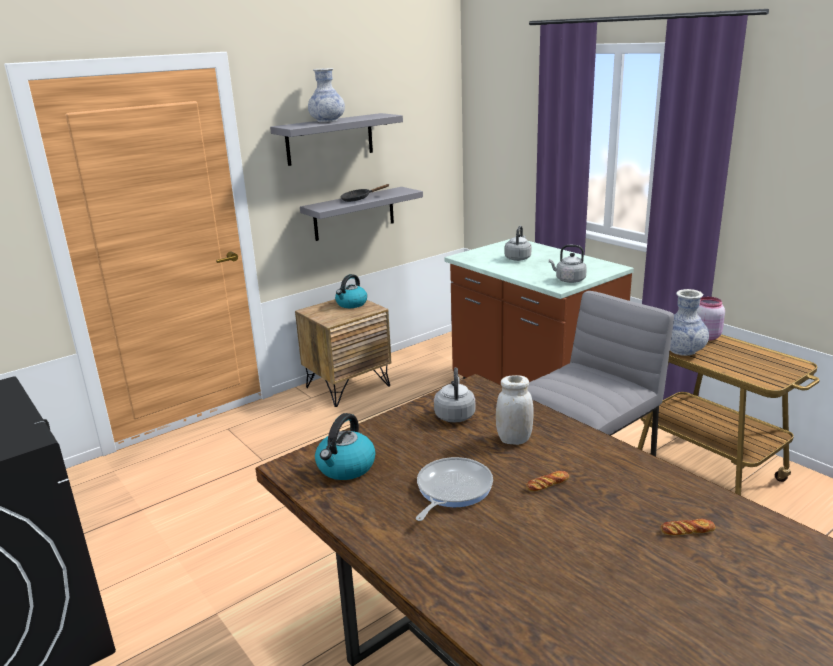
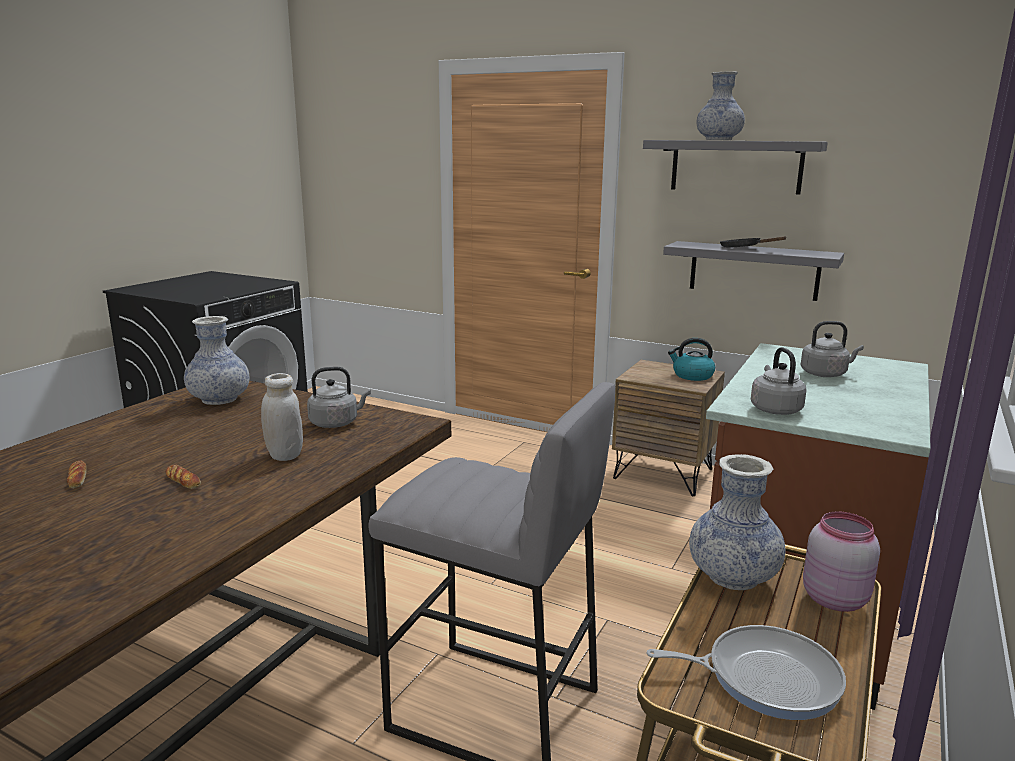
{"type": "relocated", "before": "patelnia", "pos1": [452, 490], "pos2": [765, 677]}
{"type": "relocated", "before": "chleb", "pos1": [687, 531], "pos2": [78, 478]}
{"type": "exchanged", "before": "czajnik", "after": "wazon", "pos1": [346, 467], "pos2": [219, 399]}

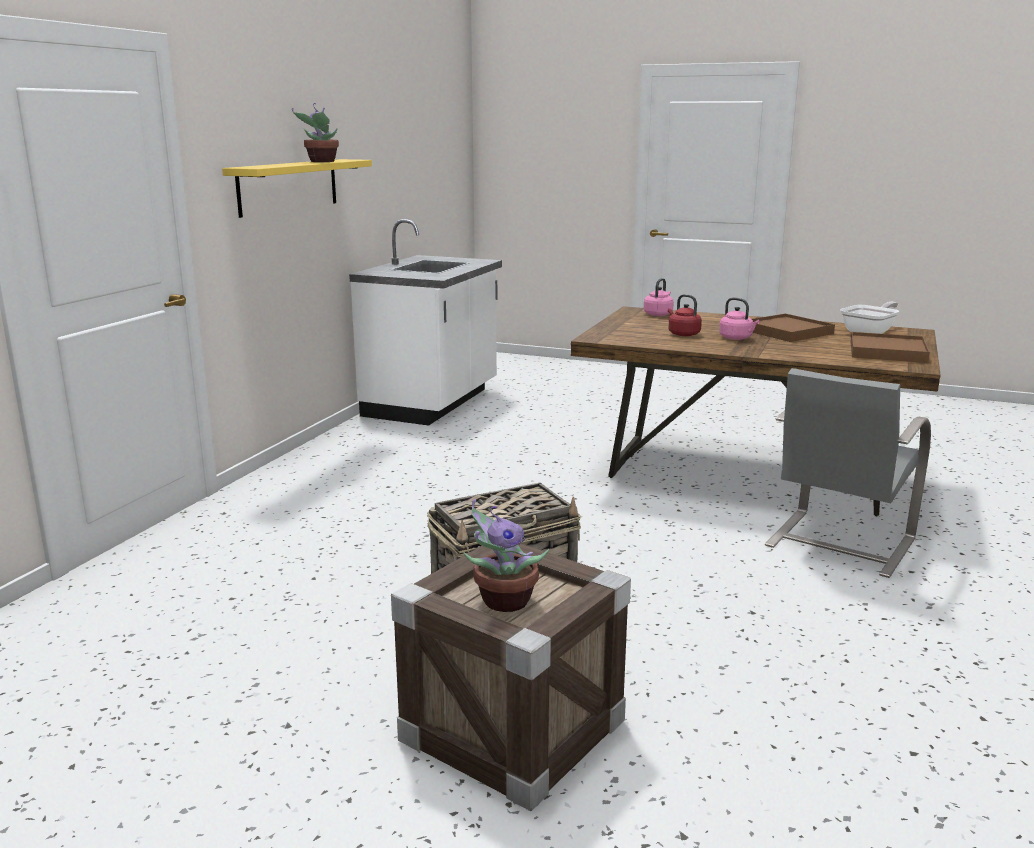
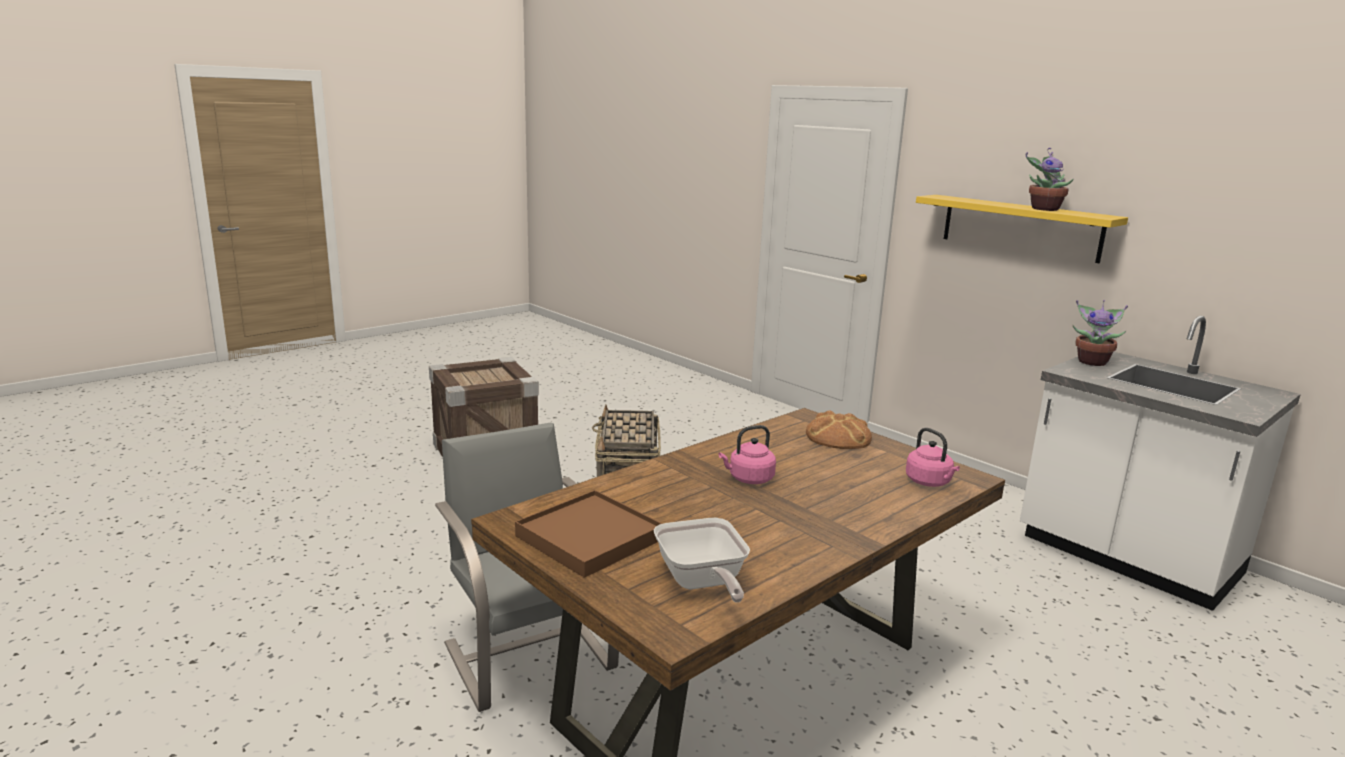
{"type": "missing", "before": "czajnik/czerwony", "pos1": [682, 334]}
{"type": "missing", "before": "taca/brązowy", "pos1": [787, 332]}
{"type": "appeared", "after": "chleb", "pos2": [838, 436]}
{"type": "relocated", "before": "roślina doniczkowa", "pos1": [502, 601], "pos2": [1092, 362]}

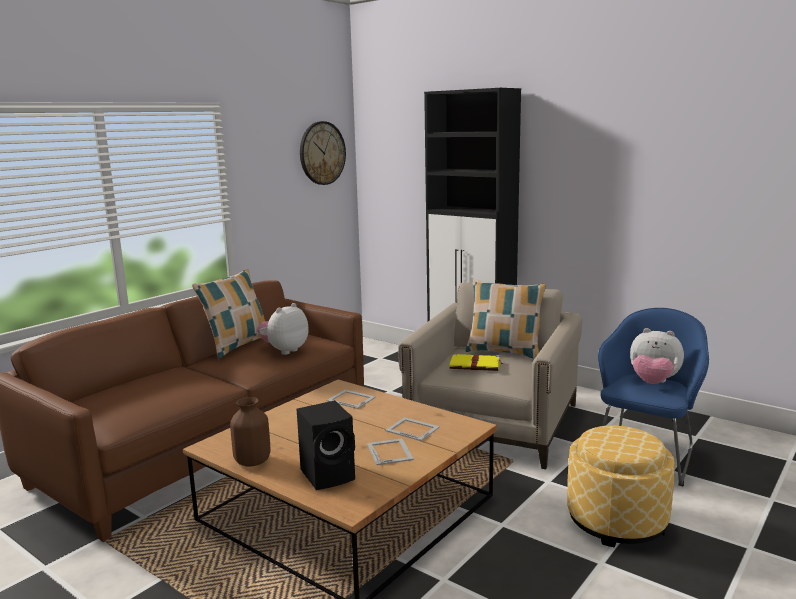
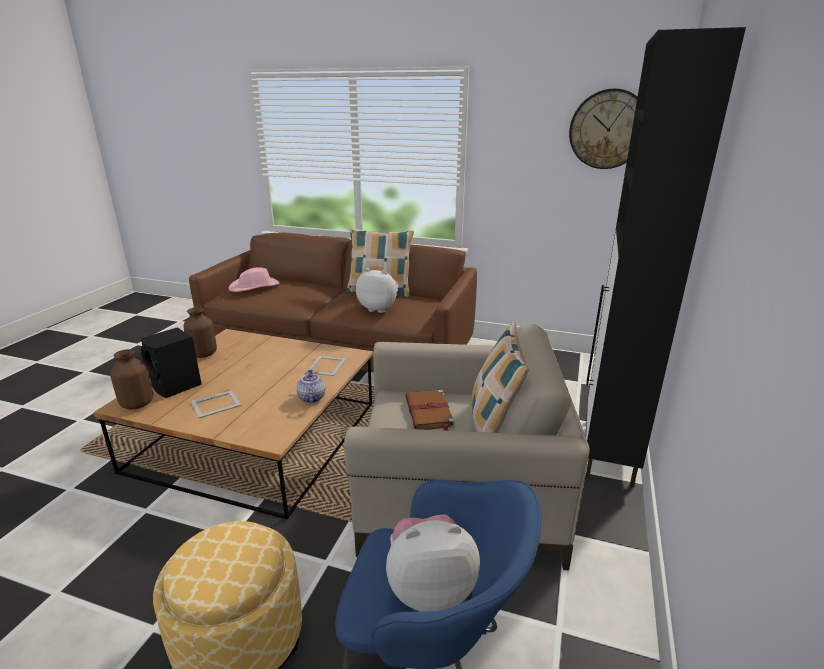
{"type": "missing", "before": "ramka na zdjęcie", "pos1": [412, 429]}
{"type": "appeared", "after": "wazon/brązowy", "pos2": [138, 404]}
{"type": "appeared", "after": "kapelusz/różowy", "pos2": [255, 286]}
{"type": "appeared", "after": "imbryk", "pos2": [311, 398]}
{"type": "colour", "before": "książka/żółty", "after": "książka/brązowy", "pos1": [476, 365], "pos2": [429, 412]}
{"type": "spun", "before": "pluszak", "pos1": [653, 382], "pos2": [430, 588], "turn": 75}

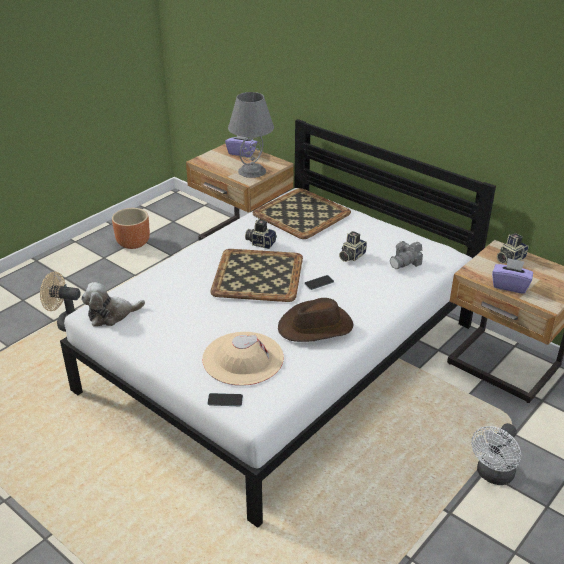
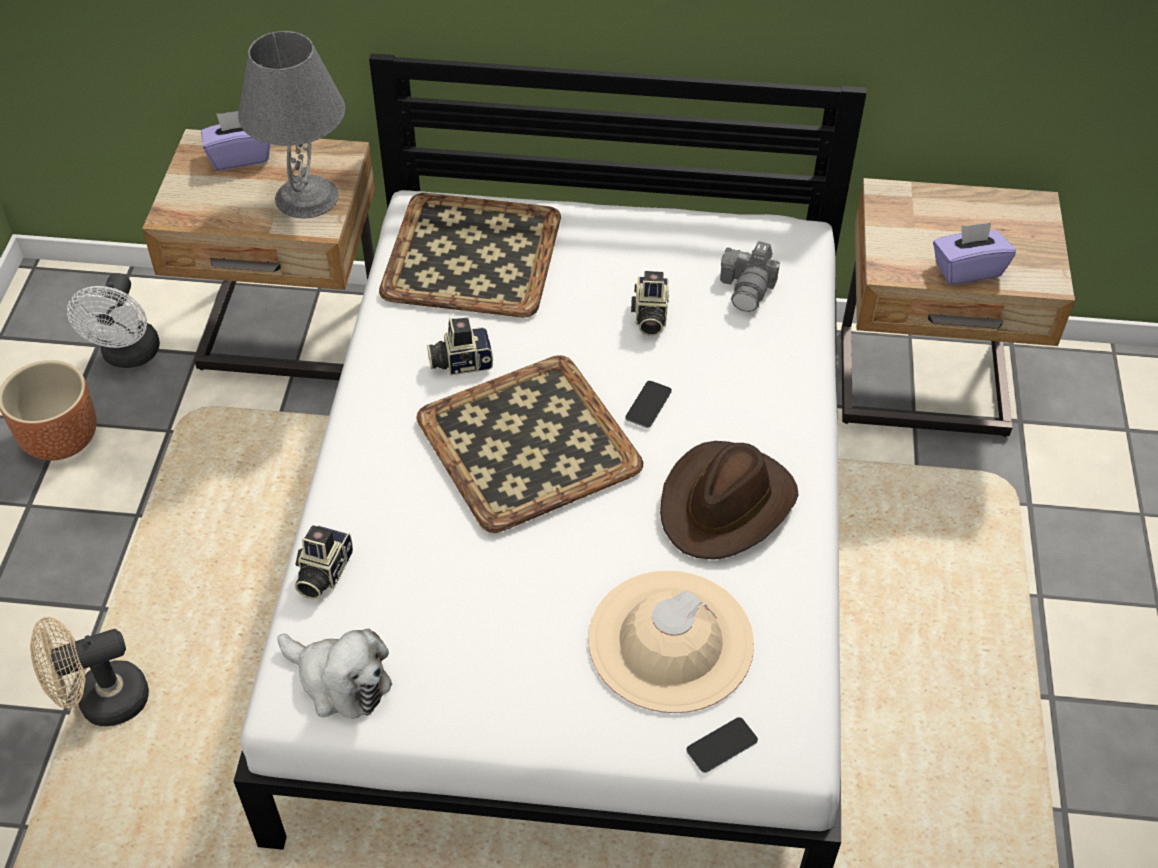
{"type": "relocated", "before": "wentylator/biały", "pos1": [493, 475], "pos2": [129, 356]}
{"type": "relocated", "before": "aparat fotograficzny", "pos1": [509, 259], "pos2": [322, 572]}
{"type": "spun", "before": "pluszak", "pos1": [111, 315], "pos2": [340, 681], "turn": -90}

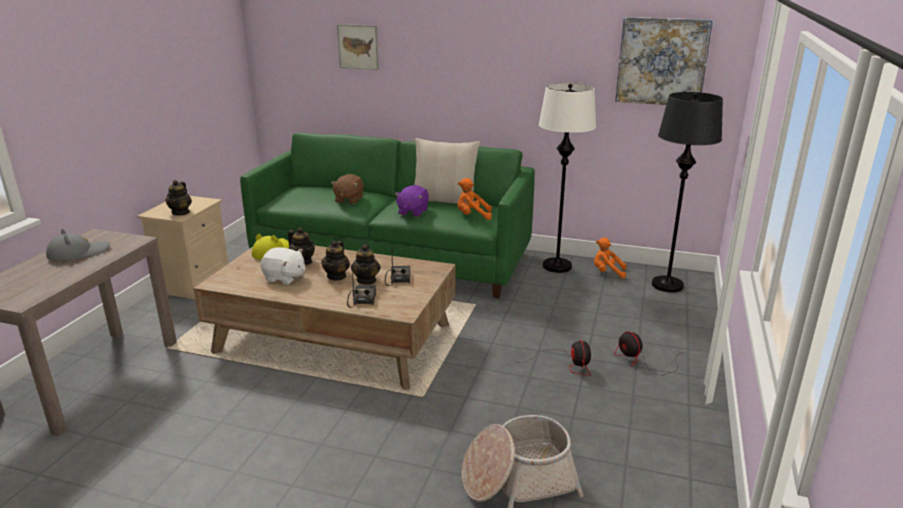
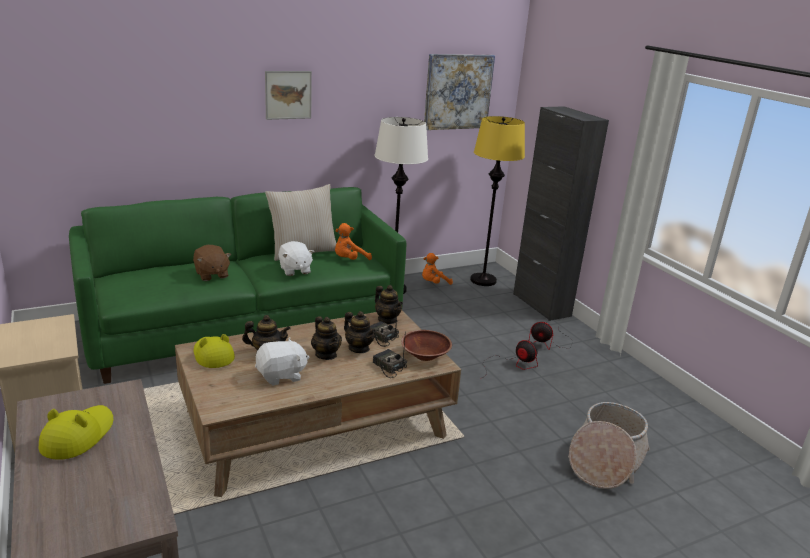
{"type": "appeared", "after": "miska/brązowy", "pos2": [425, 355]}
{"type": "appeared", "after": "szafka/czarny", "pos2": [541, 305]}
{"type": "relocated", "before": "imbryk", "pos1": [181, 212], "pos2": [387, 320]}
{"type": "relocated", "before": "obraz", "pos1": [358, 47], "pos2": [288, 95]}
{"type": "colour", "before": "kapelusz/szary", "after": "kapelusz/żółty", "pos1": [78, 253], "pos2": [77, 436]}
{"type": "colour", "before": "pluszak/fioletowy", "after": "pluszak/biały", "pos1": [412, 212], "pos2": [295, 270]}
{"type": "colour", "before": "lampa stojąca/czarny", "after": "lampa stojąca/żółty", "pos1": [667, 285], "pos2": [483, 280]}

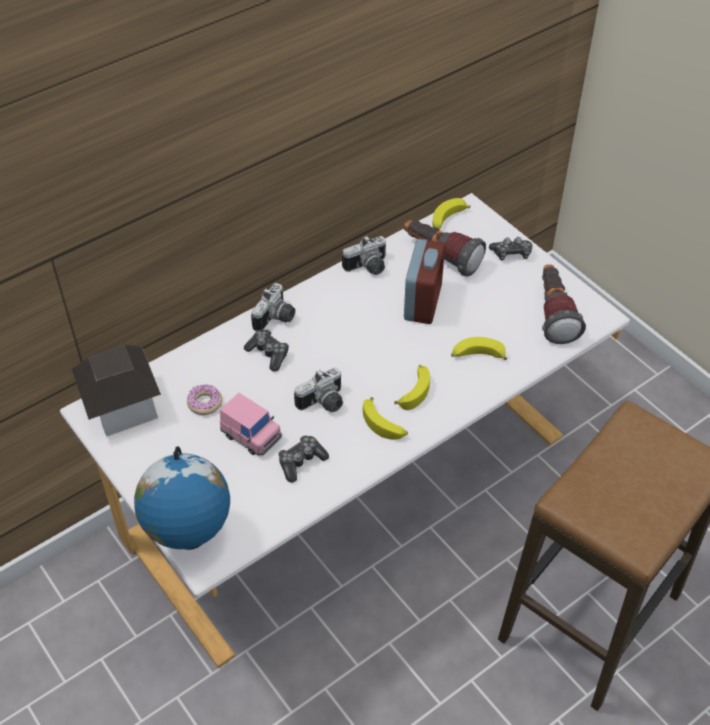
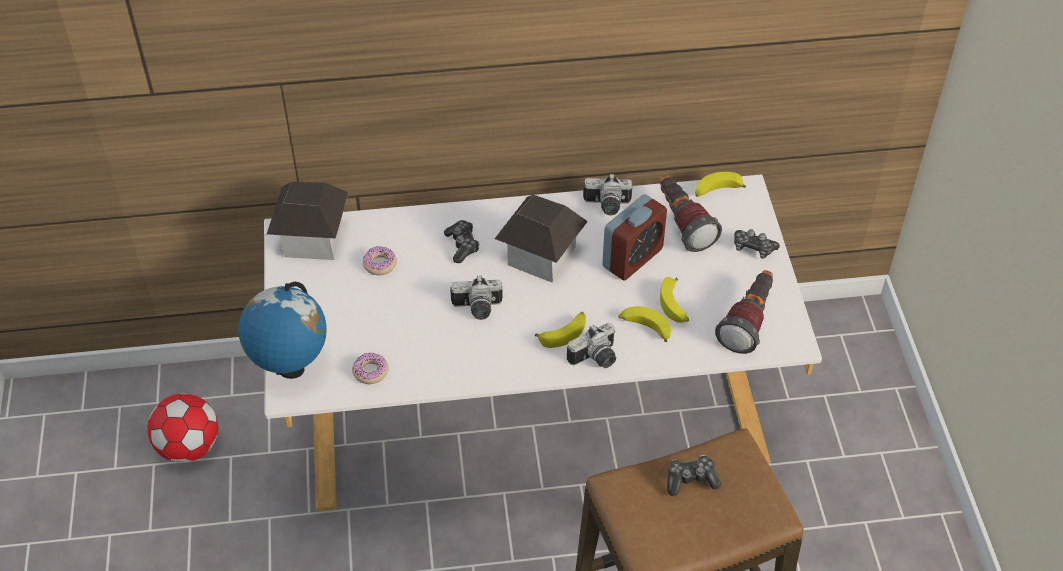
{"type": "missing", "before": "samochodzik/różowy", "pos1": [251, 435]}
{"type": "appeared", "after": "piłka futbolowa", "pos2": [189, 447]}
{"type": "appeared", "after": "donut", "pos2": [370, 371]}
{"type": "appeared", "after": "domek", "pos2": [541, 255]}
{"type": "relocated", "before": "aparat fotograficzny", "pos1": [276, 319], "pos2": [596, 359]}
{"type": "relocated", "before": "pad do gier", "pos1": [301, 462], "pos2": [691, 480]}
{"type": "relocated", "before": "banan", "pos1": [384, 424], "pos2": [674, 305]}

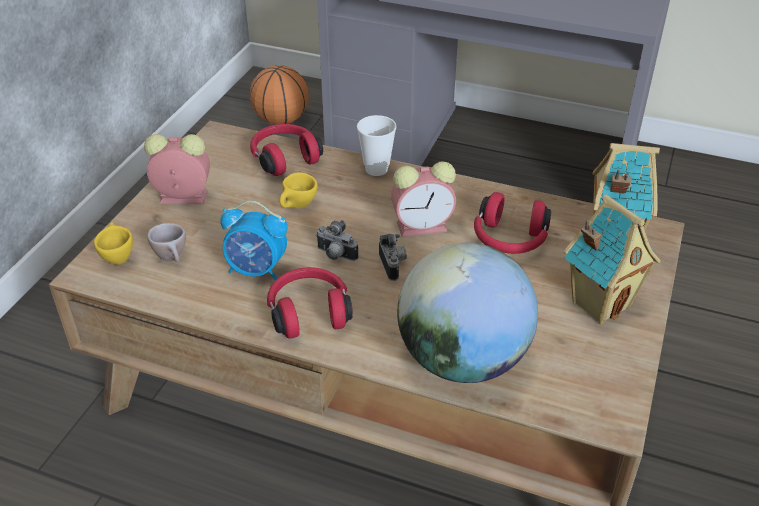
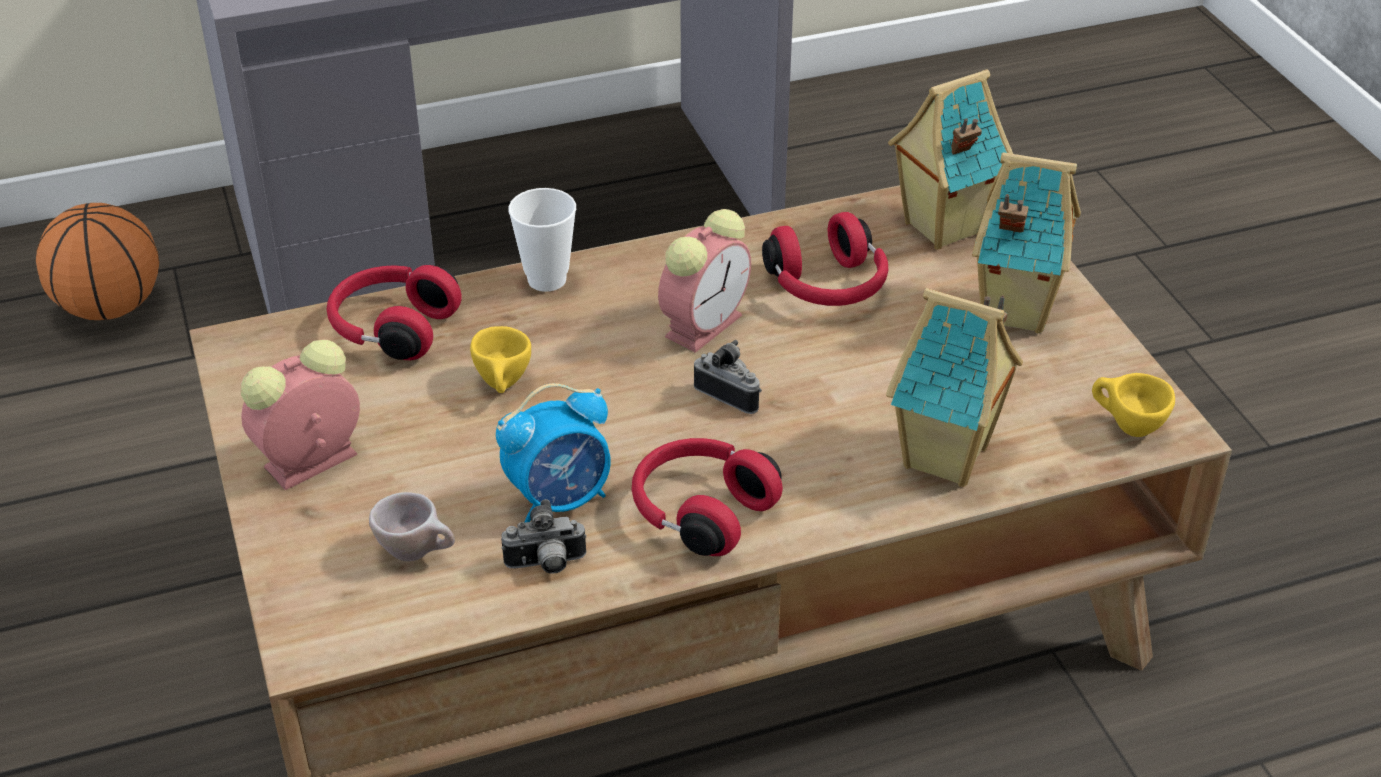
{"type": "relocated", "before": "filiżanka/żółty", "pos1": [117, 257], "pos2": [1125, 427]}
{"type": "relocated", "before": "aparat fotograficzny", "pos1": [335, 256], "pos2": [546, 565]}
{"type": "exchanged", "before": "globus", "after": "domek", "pos1": [462, 360], "pos2": [947, 459]}

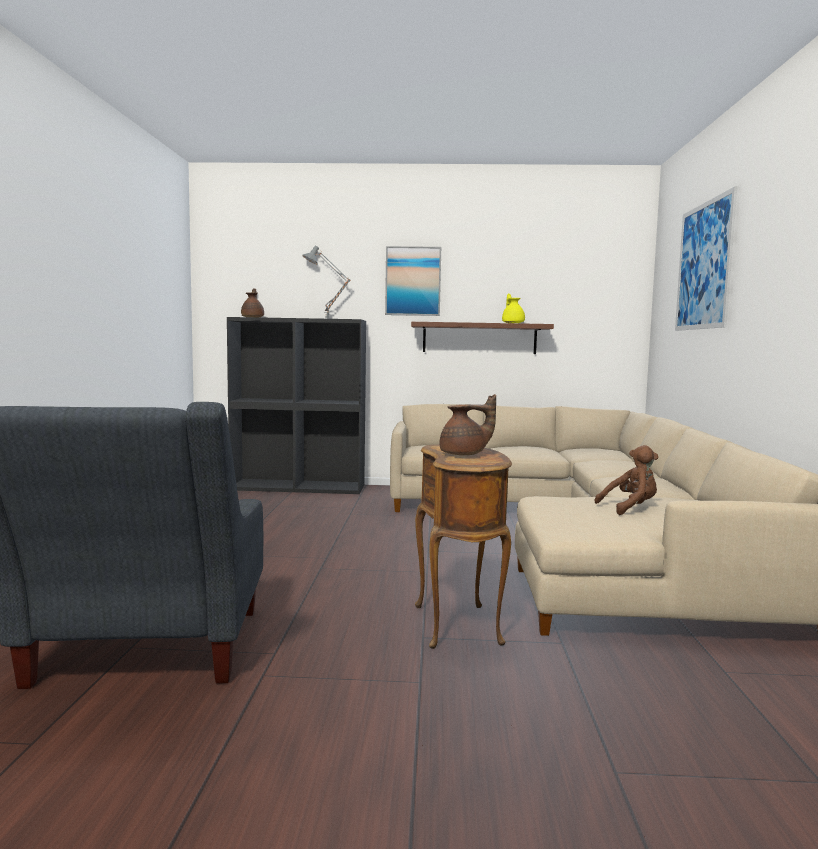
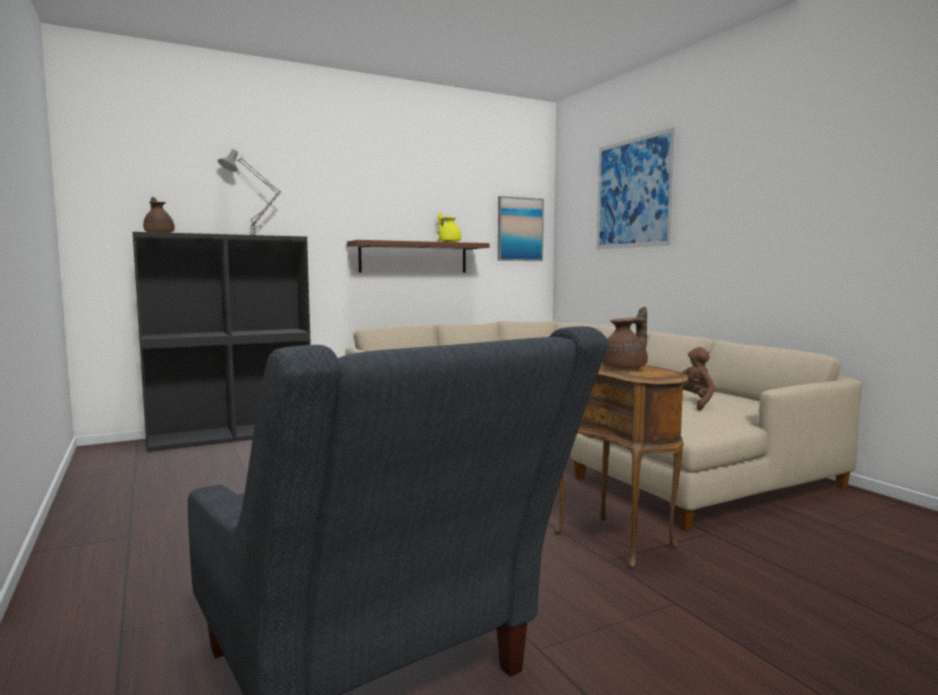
{"type": "relocated", "before": "obraz", "pos1": [413, 281], "pos2": [519, 229]}

